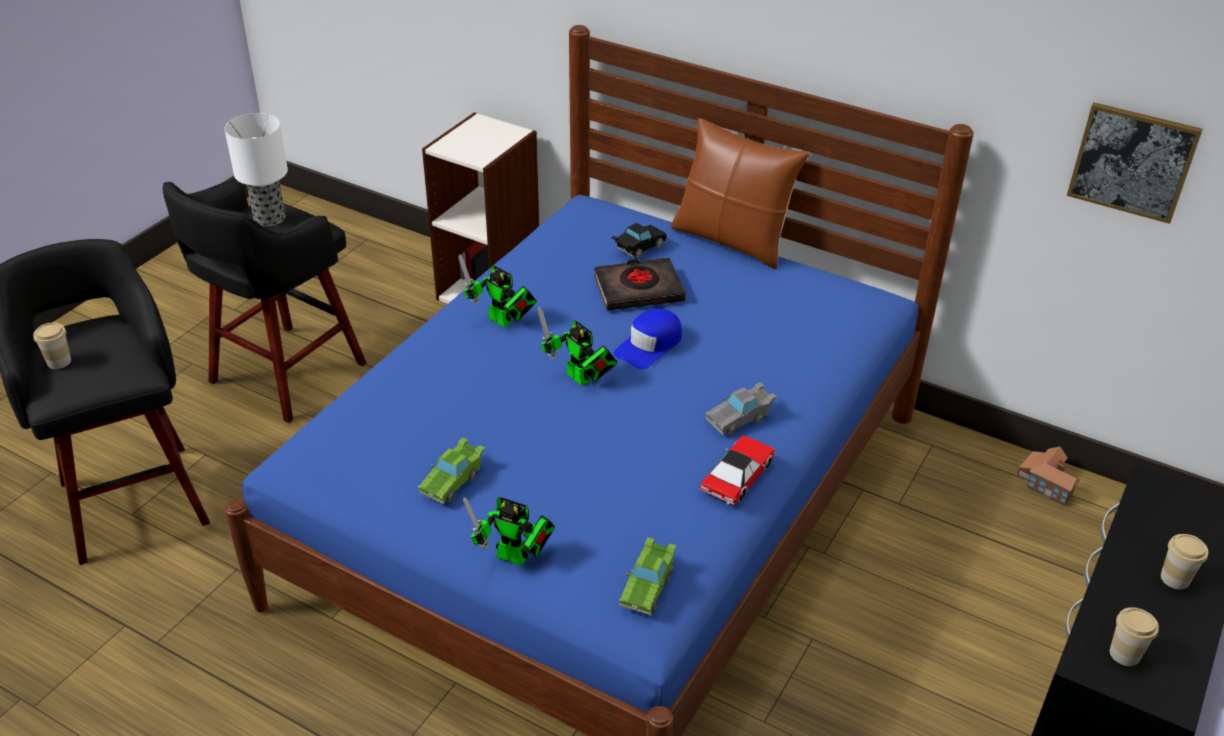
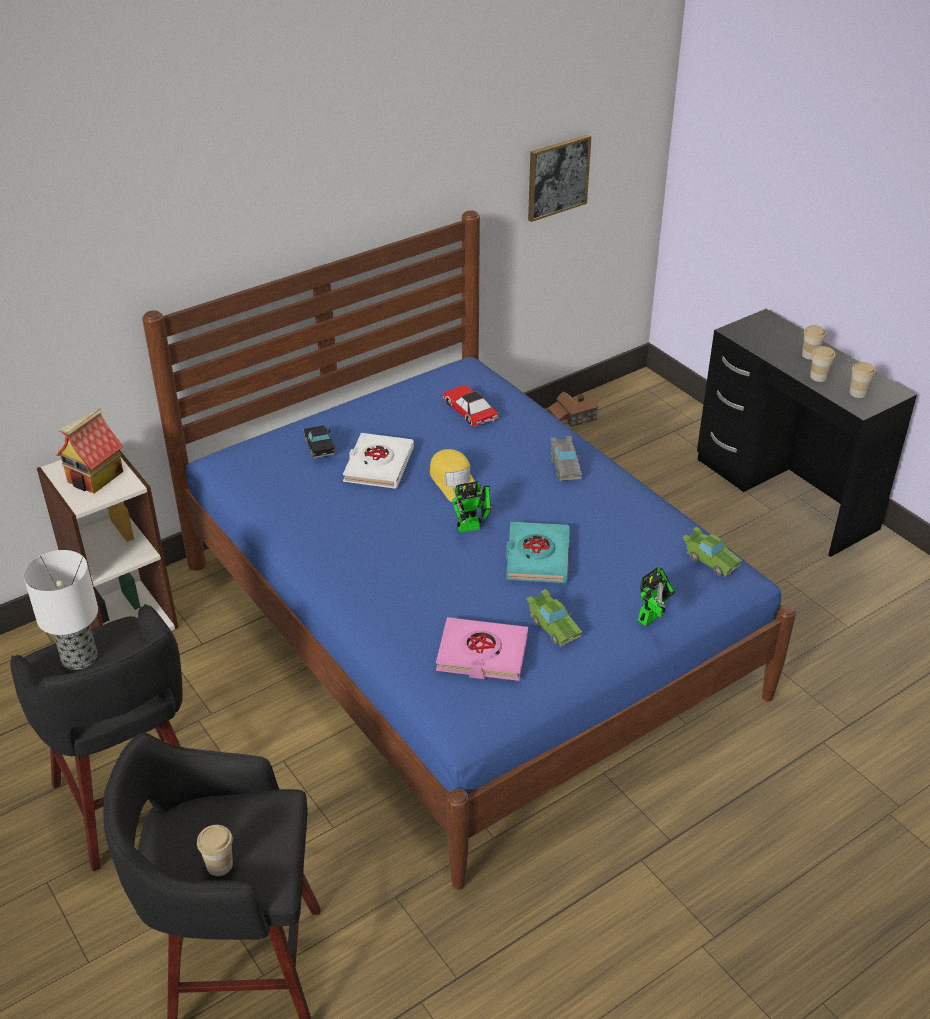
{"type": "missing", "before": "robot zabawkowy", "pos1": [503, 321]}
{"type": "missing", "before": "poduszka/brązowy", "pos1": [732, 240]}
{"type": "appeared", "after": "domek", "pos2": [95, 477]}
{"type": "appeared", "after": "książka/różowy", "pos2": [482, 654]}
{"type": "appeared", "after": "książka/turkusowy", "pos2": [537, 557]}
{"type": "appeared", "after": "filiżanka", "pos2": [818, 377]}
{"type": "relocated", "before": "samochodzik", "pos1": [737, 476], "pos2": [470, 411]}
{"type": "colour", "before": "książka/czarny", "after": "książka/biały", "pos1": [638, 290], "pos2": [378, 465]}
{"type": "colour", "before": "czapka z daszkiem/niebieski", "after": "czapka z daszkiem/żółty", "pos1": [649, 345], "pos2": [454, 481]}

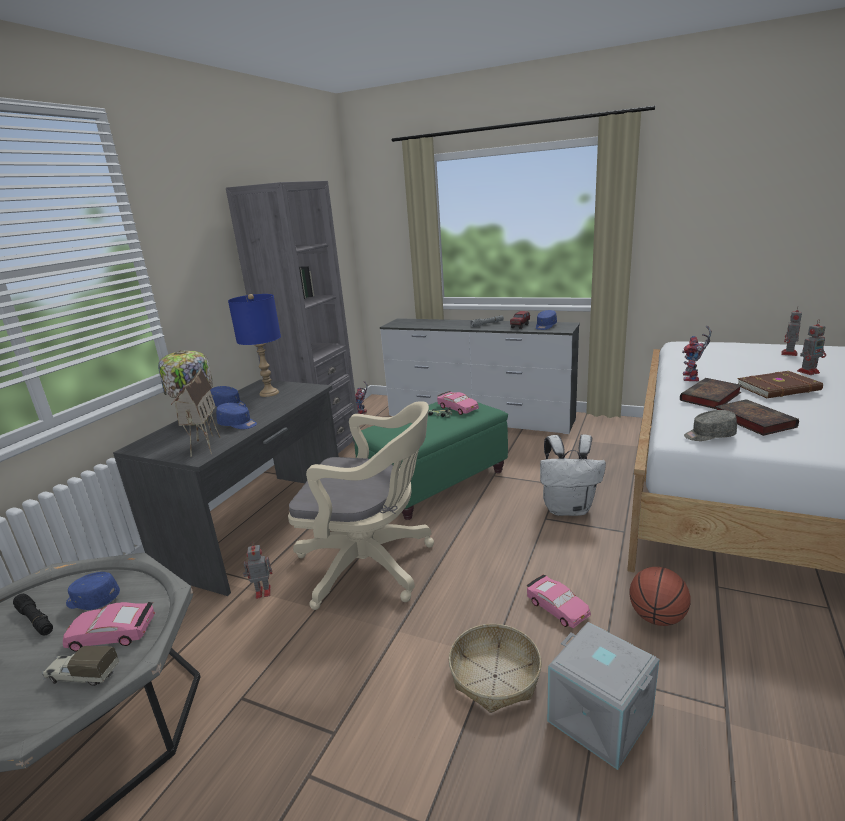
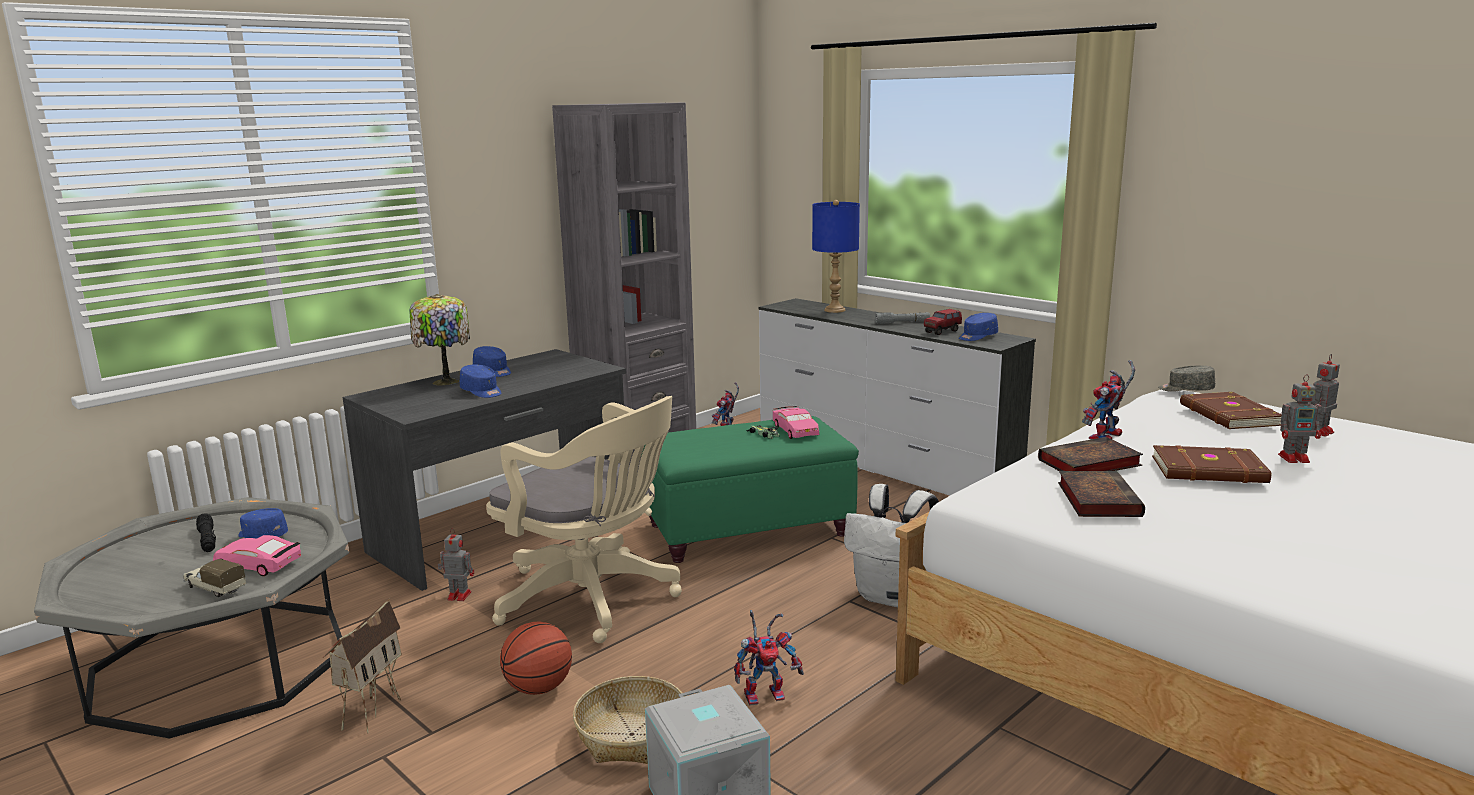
{"type": "appeared", "after": "książka/brązowy", "pos2": [1228, 415]}
{"type": "relocated", "before": "domek", "pos1": [203, 445], "pos2": [371, 710]}
{"type": "relocated", "before": "lampa stołowa/niebieski", "pos1": [269, 393], "pos2": [834, 310]}
{"type": "relocated", "before": "piłka do koszykówki", "pos1": [657, 617], "pos2": [538, 688]}
{"type": "relocated", "before": "czapka z daszkiem/szary", "pos1": [709, 435], "pos2": [1185, 390]}
{"type": "exchanged", "before": "samochodzik/różowy", "after": "robot zabawkowy", "pos1": [557, 607], "pos2": [766, 693]}

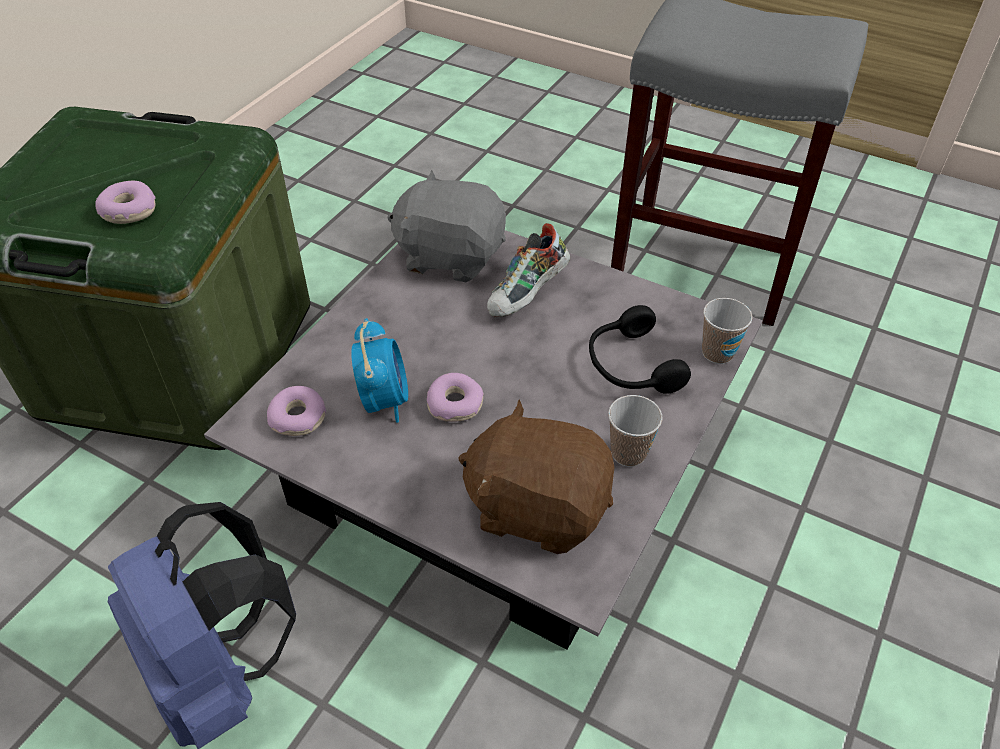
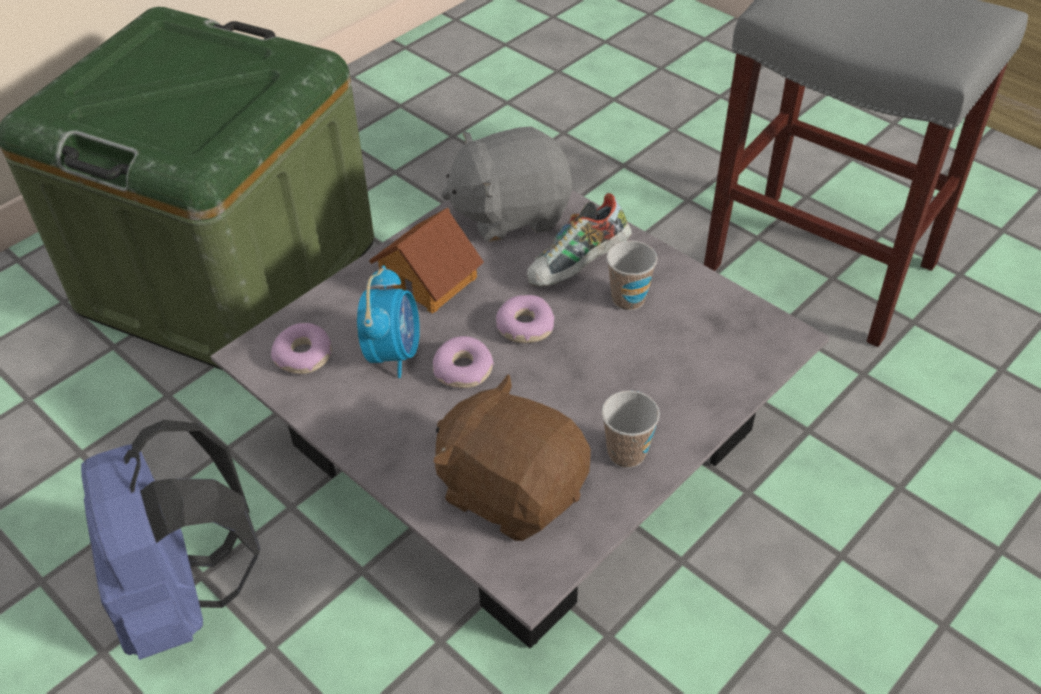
{"type": "missing", "before": "słuchawki/czarny", "pos1": [630, 366]}
{"type": "appeared", "after": "domek", "pos2": [430, 278]}
{"type": "relocated", "before": "donut", "pos1": [128, 211], "pos2": [524, 326]}
{"type": "relocated", "before": "filiżanka", "pos1": [717, 353], "pos2": [628, 299]}
{"type": "spun", "before": "pluszak/szary", "pos1": [450, 256], "pos2": [510, 213], "turn": -45}

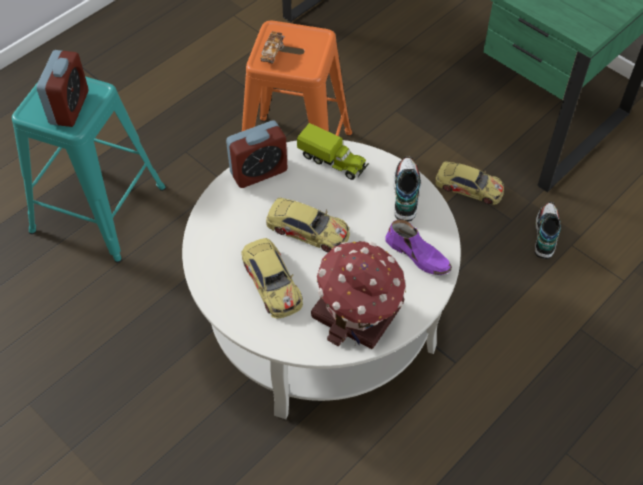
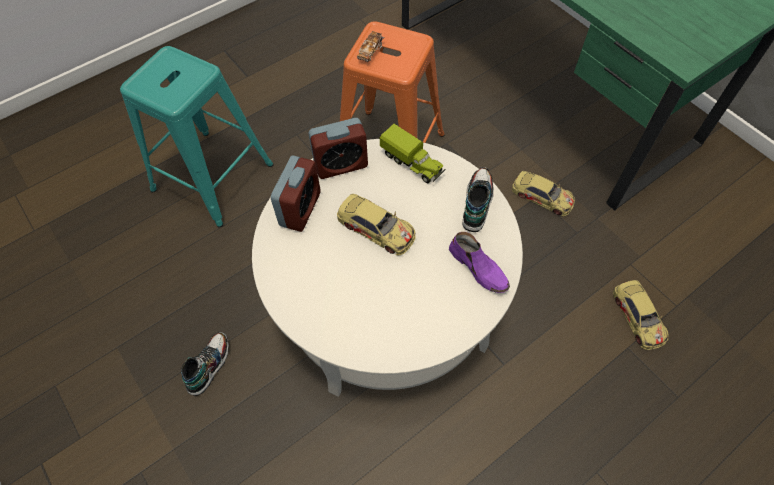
{"type": "missing", "before": "domek", "pos1": [358, 312]}
{"type": "relocated", "before": "budzik", "pos1": [69, 107], "pos2": [300, 209]}
{"type": "relocated", "before": "samochodzik", "pos1": [272, 282], "pos2": [638, 317]}
{"type": "relocated", "before": "but", "pos1": [545, 234], "pos2": [209, 365]}

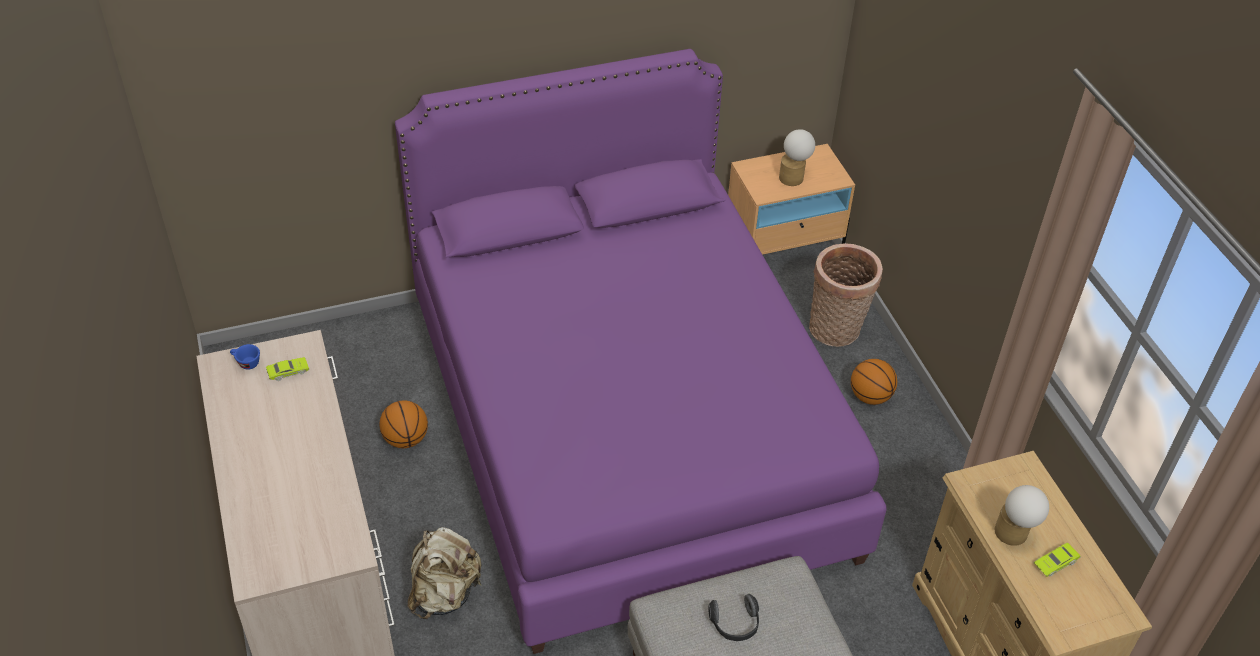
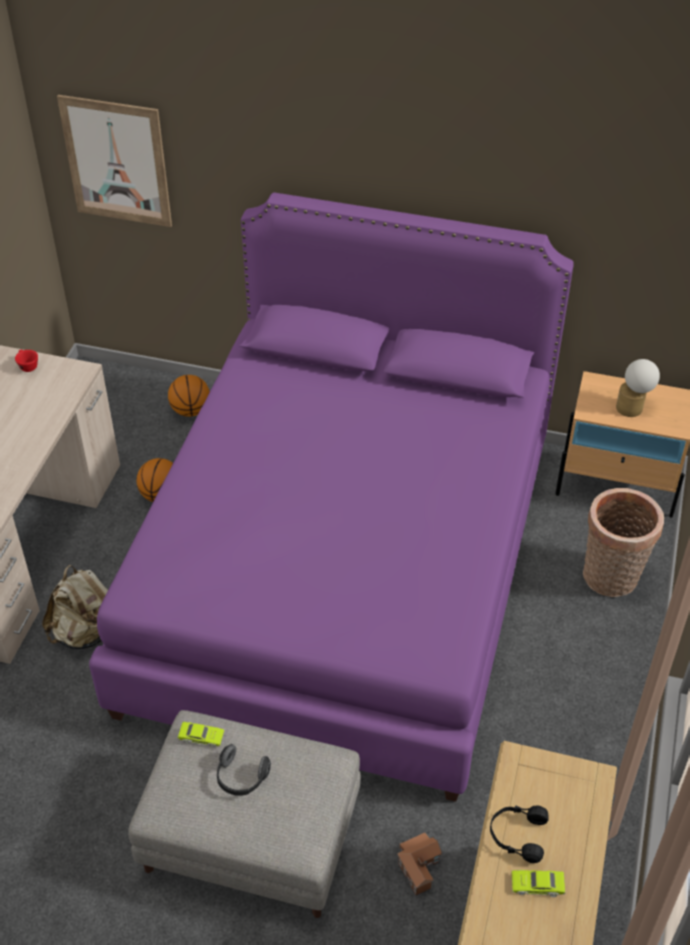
{"type": "appeared", "after": "obraz", "pos2": [116, 161]}
{"type": "appeared", "after": "domek", "pos2": [419, 866]}
{"type": "relocated", "before": "samochodzik/zielony", "pos1": [288, 371], "pos2": [201, 737]}
{"type": "relocated", "before": "piłka do koszykówki", "pos1": [870, 397], "pos2": [190, 411]}
{"type": "exchanged", "before": "lampa stołowa", "after": "słuchawki/czarny", "pos1": [1013, 536], "pos2": [517, 835]}
{"type": "colour", "before": "filiżanka/niebieski", "after": "filiżanka/czerwony", "pos1": [246, 363], "pos2": [27, 366]}

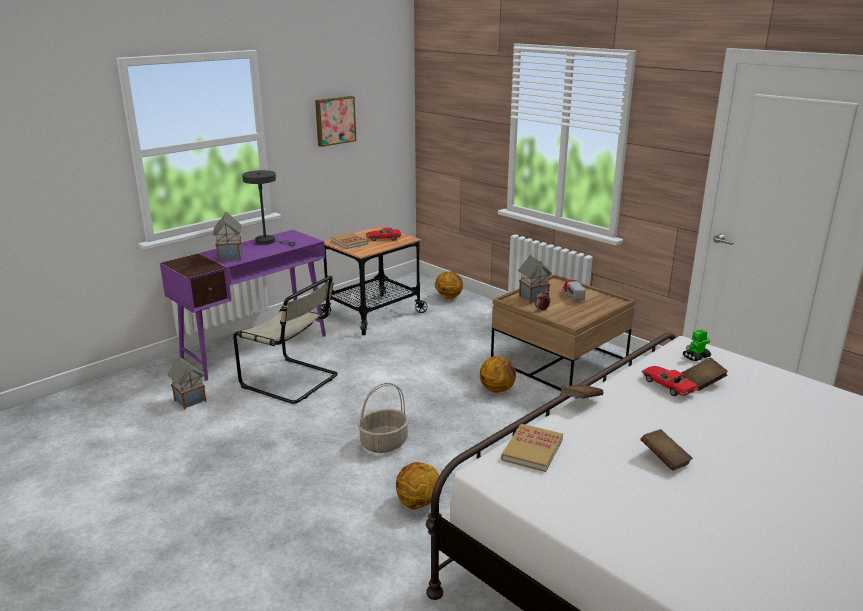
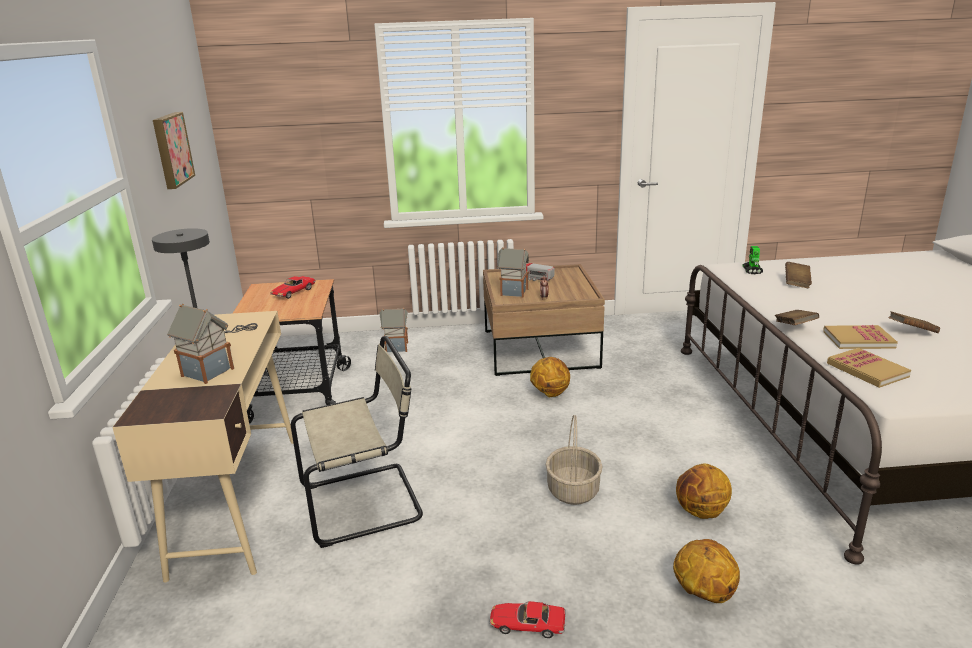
{"type": "relocated", "before": "domek", "pos1": [189, 400], "pos2": [396, 348]}
{"type": "relocated", "before": "książka", "pos1": [349, 242], "pos2": [858, 339]}
{"type": "relocated", "before": "piłka do koszykówki", "pos1": [449, 297], "pos2": [703, 593]}
{"type": "relocated", "before": "samochodzik", "pos1": [667, 386], "pos2": [527, 625]}
{"type": "colour", "before": "biurko/fioletowy", "after": "biurko/beżowy", "pos1": [256, 348], "pos2": [238, 501]}

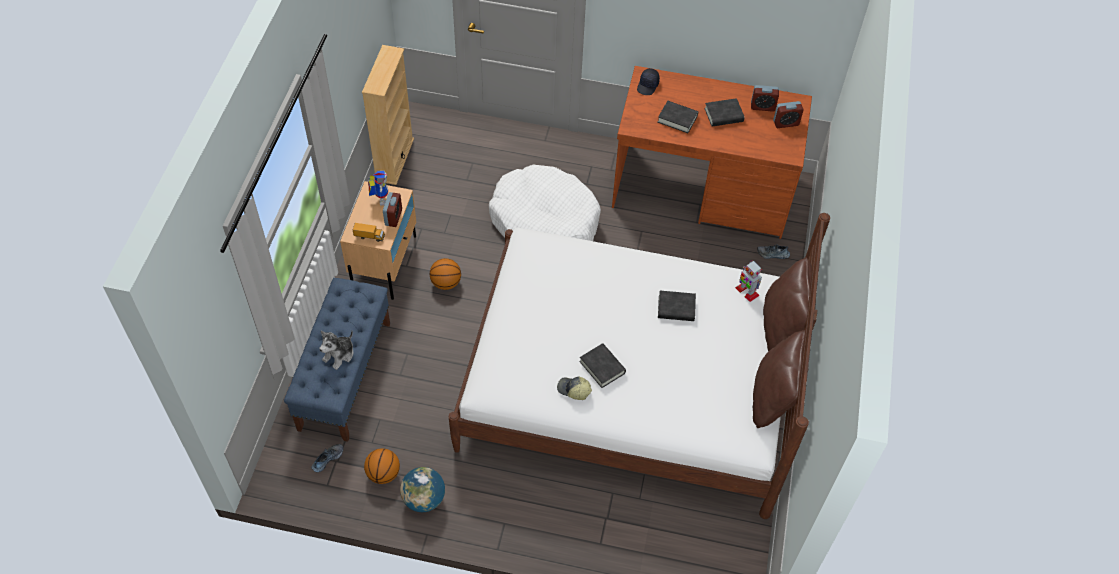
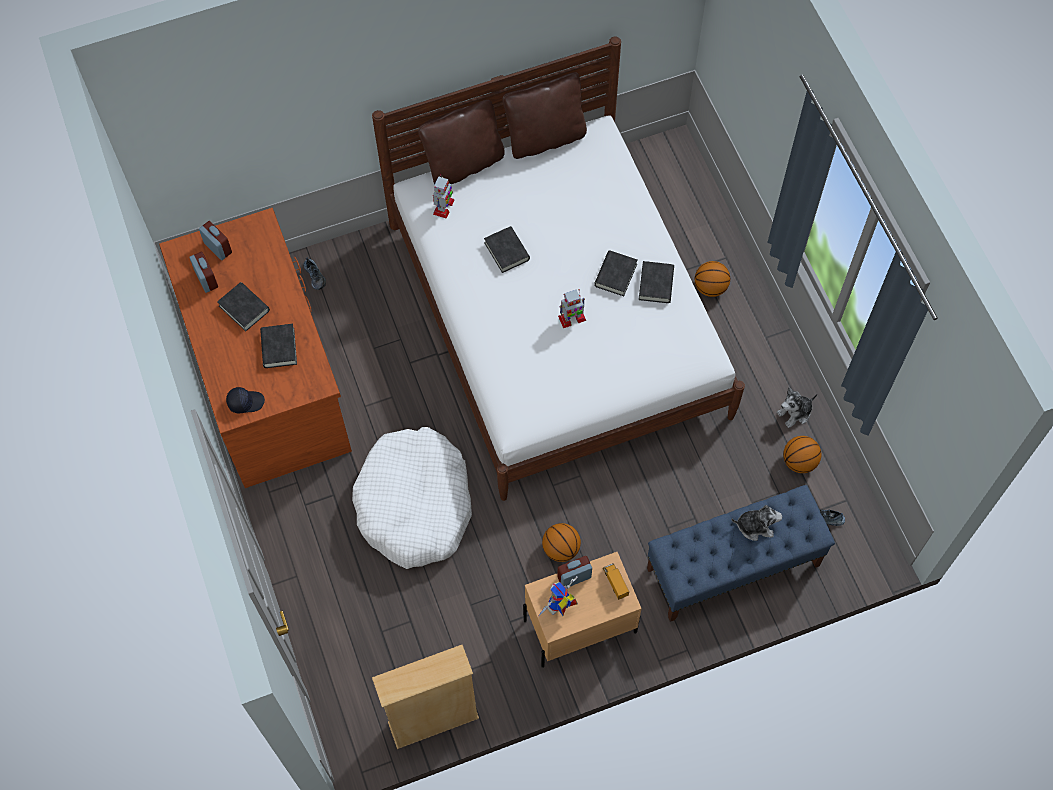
{"type": "appeared", "after": "robot zabawkowy", "pos2": [571, 318]}
{"type": "appeared", "after": "piłka do koszykówki", "pos2": [710, 287]}
{"type": "exchanged", "before": "globus", "after": "pluszak", "pos1": [424, 499], "pos2": [795, 413]}
{"type": "exchanged", "before": "czapka z daszkiem", "after": "książka/czarny", "pos1": [573, 390], "pos2": [656, 284]}

